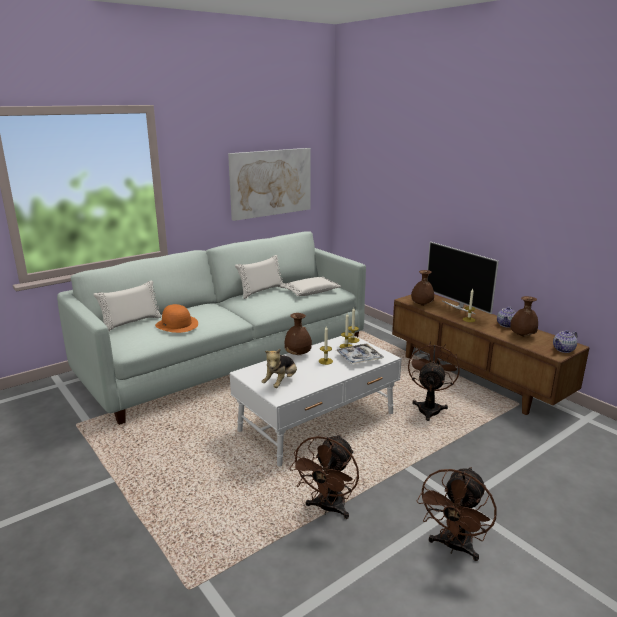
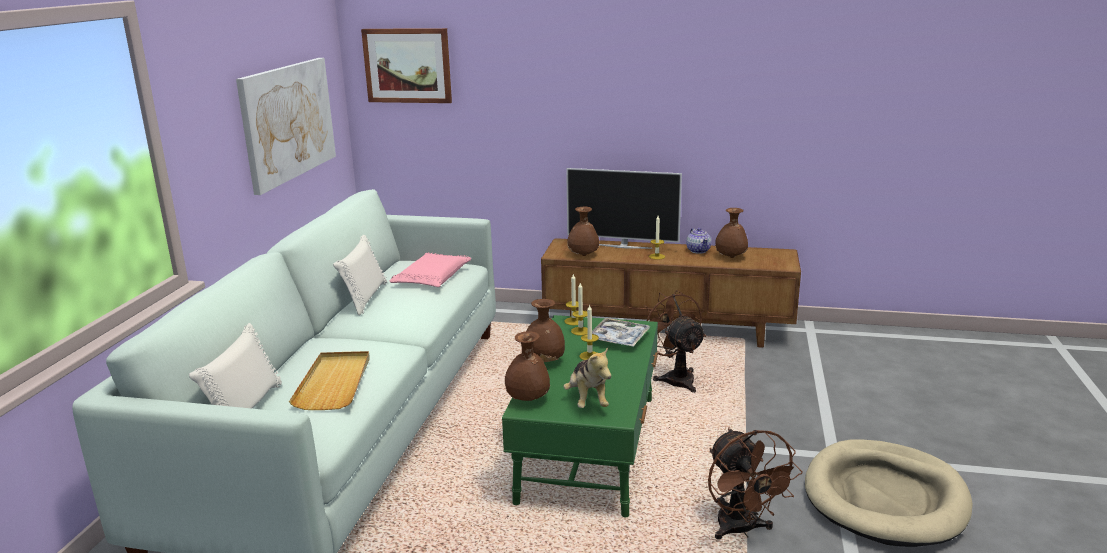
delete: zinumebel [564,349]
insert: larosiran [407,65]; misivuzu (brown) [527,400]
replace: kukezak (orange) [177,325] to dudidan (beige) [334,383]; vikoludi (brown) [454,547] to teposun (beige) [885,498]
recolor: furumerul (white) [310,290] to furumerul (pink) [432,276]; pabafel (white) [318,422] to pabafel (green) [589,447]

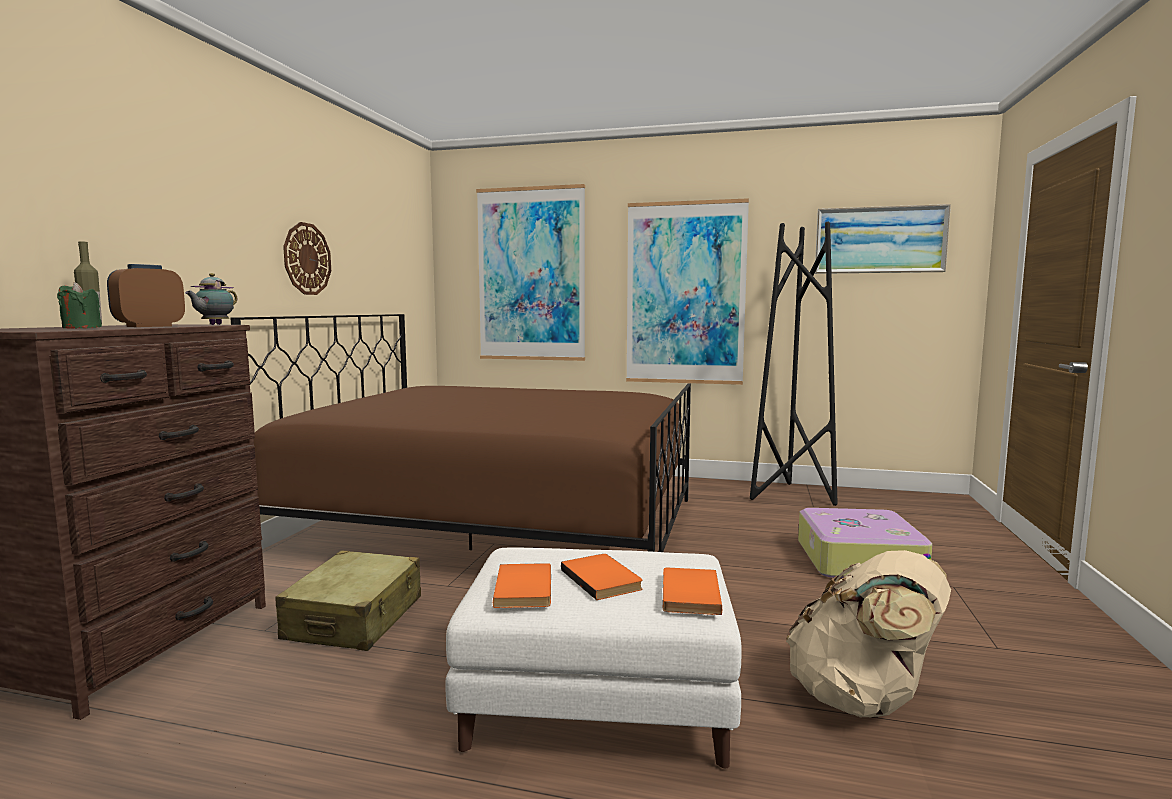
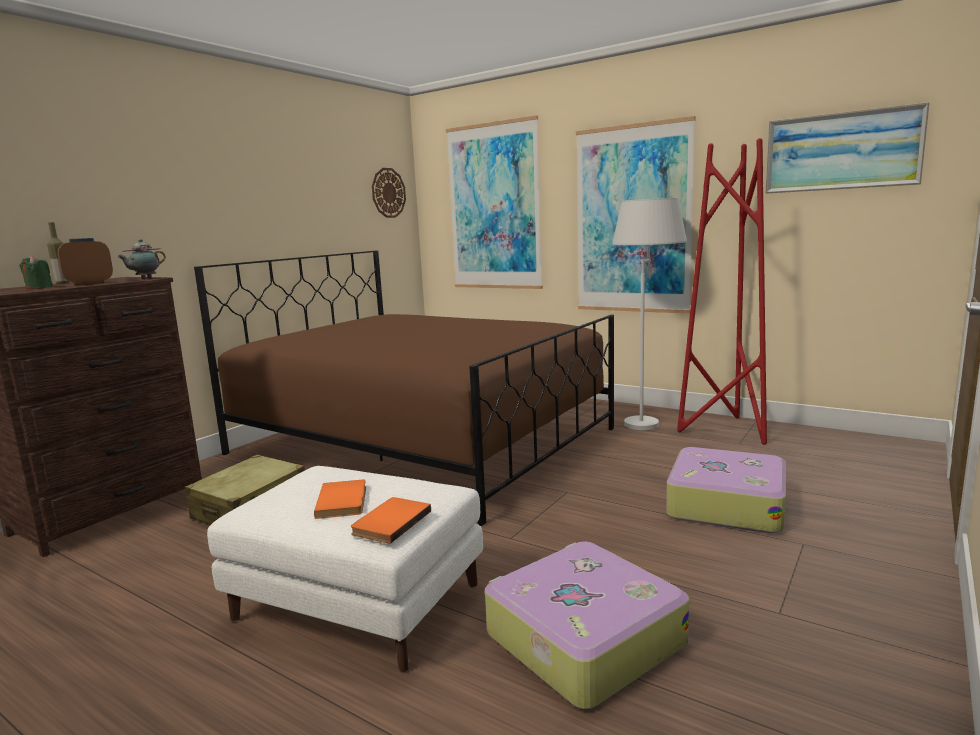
delete: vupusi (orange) [526,589]
insert: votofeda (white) [646,419]
move: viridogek [307,259] to [388,193]
replace: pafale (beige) [863,700] to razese [582,638]
recolor: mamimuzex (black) [792,496] to mamimuzex (red) [726,431]

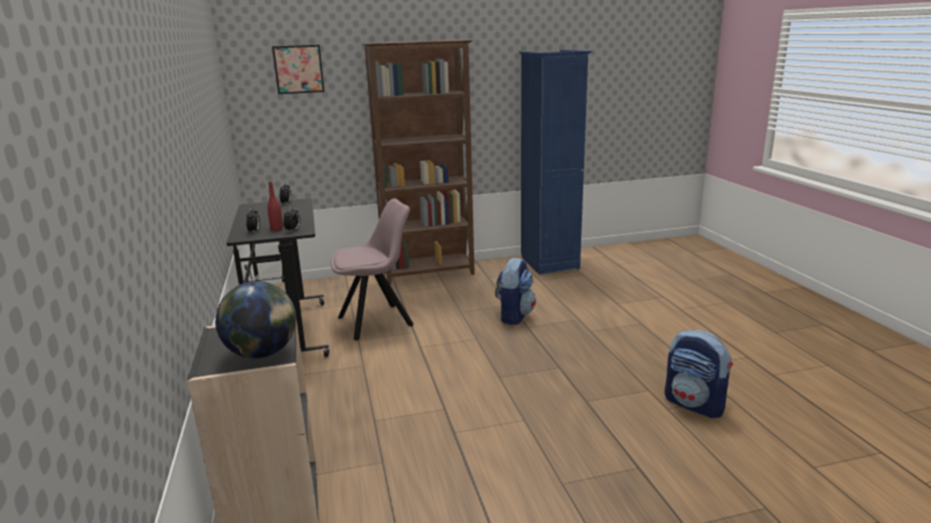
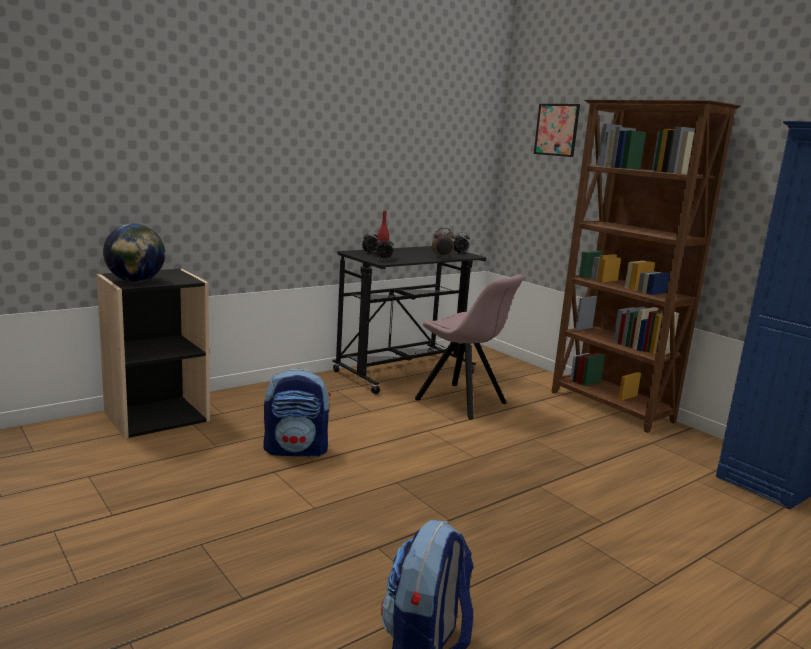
insert: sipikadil [442,257]
move: pafale [514,316] to [296,450]

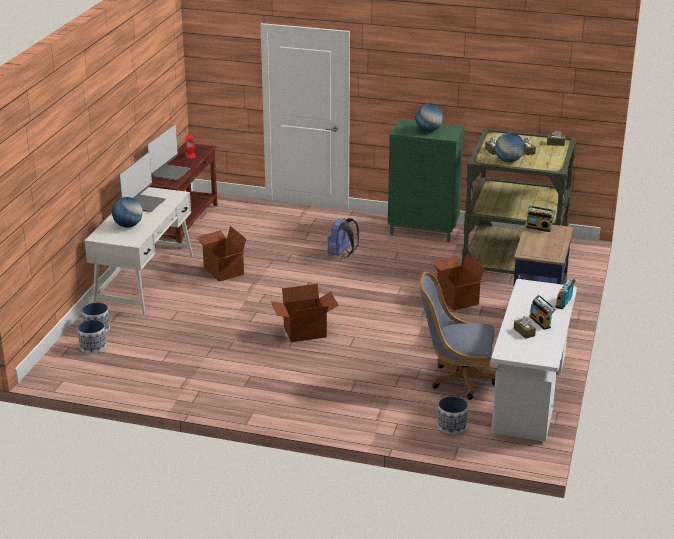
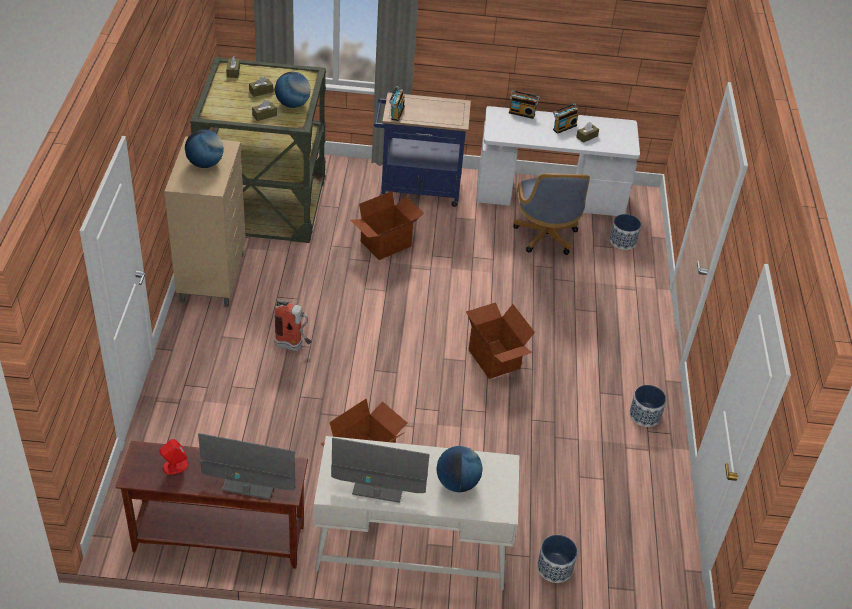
move: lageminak [93,346] to [644,415]
replace: pafale (blue) [342,254] to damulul [293,346]
recolor: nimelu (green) [424,230] to nimelu (beige) [212,277]

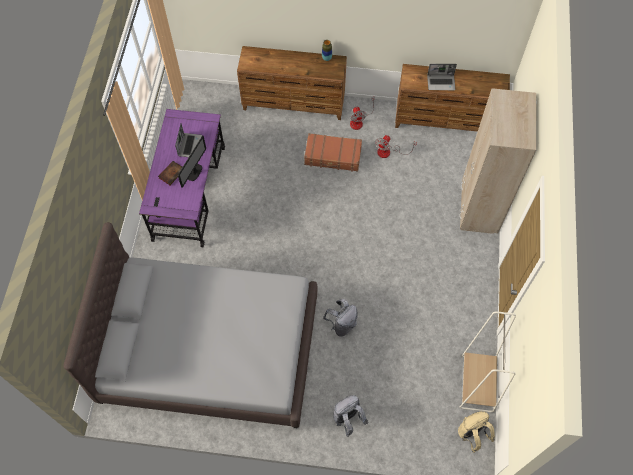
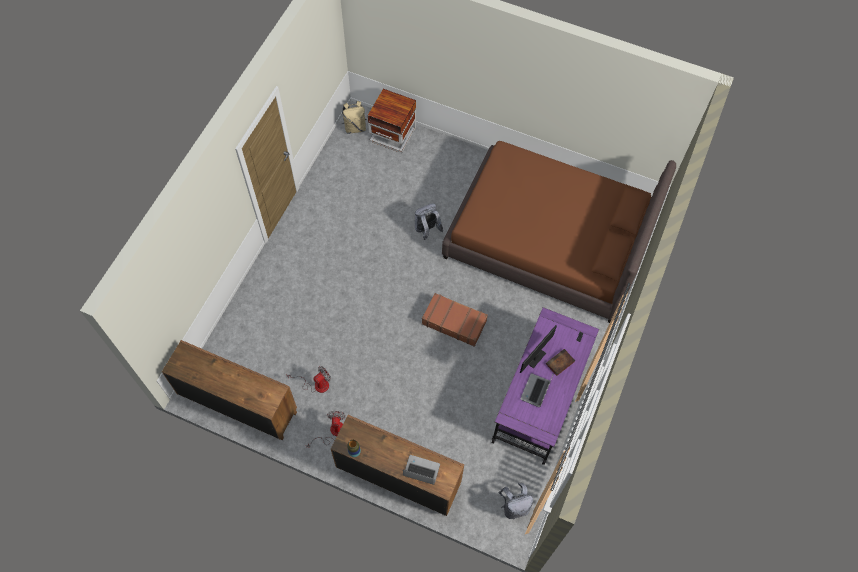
delete: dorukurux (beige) [478,208]; mamimuzex [477,384]
insert: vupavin [392,134]
move: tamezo [441,83] to [421,470]; razese (brown) [333,156] to [454,322]; pafale (grey) [348,419] to [514,506]
recolor: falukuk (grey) [210,348] to falukuk (brown) [547,241]

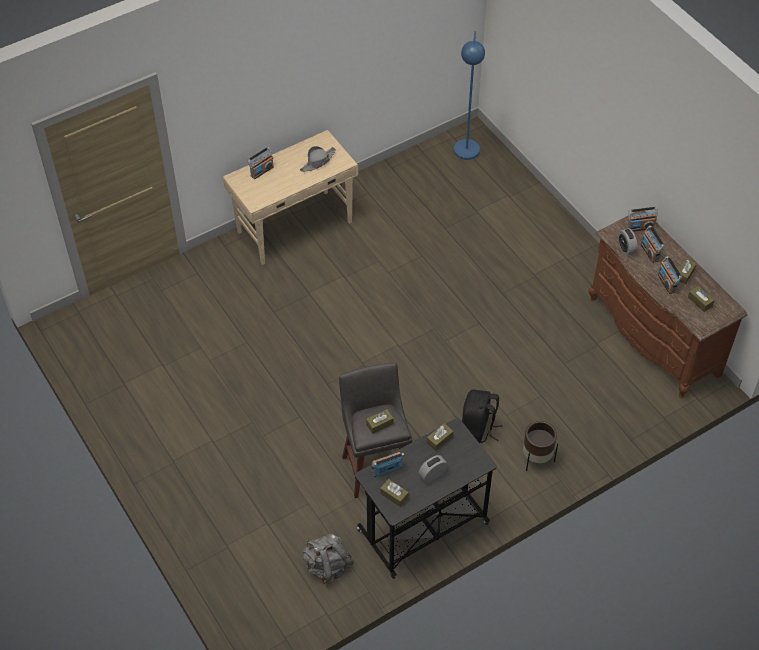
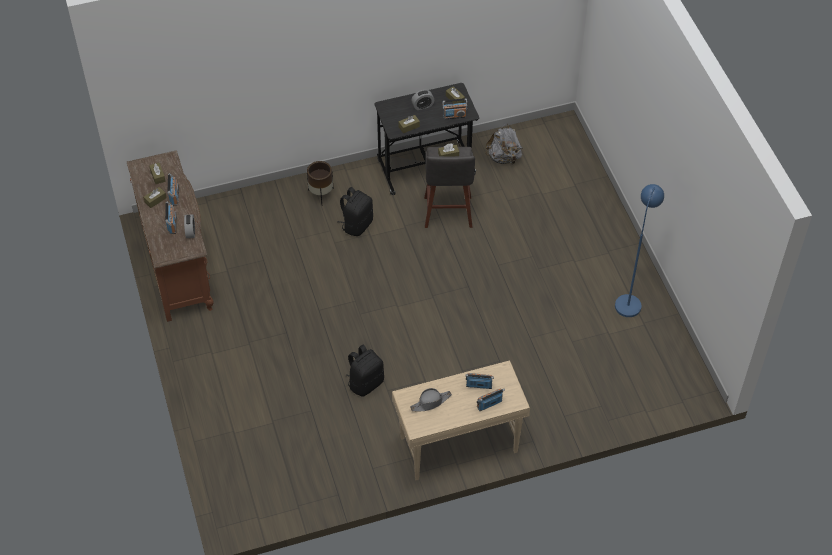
insert: pafale (black) [365,383]
move: votofeda (blue) [466,156] to [630,300]; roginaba [640,227] to [479,385]

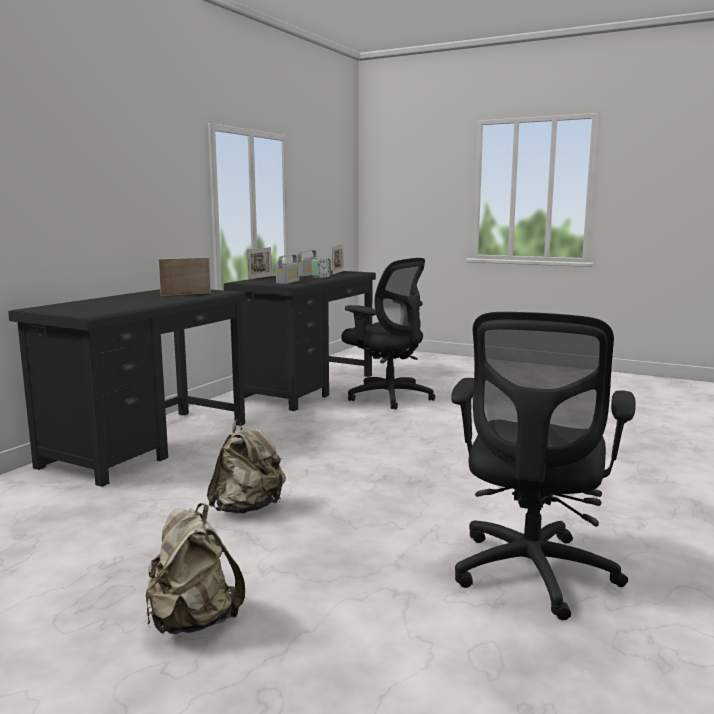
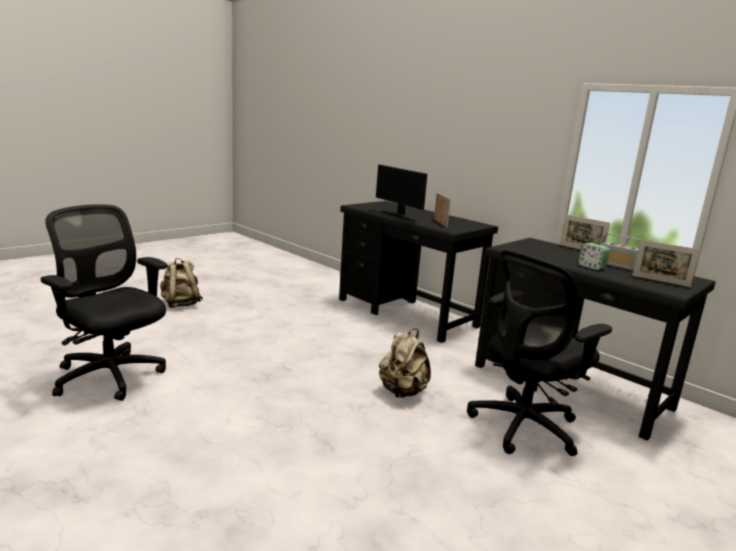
delete: roginaba [288,282]
insert: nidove [399,216]
move: pafale (beige) [247,508] to [402,392]

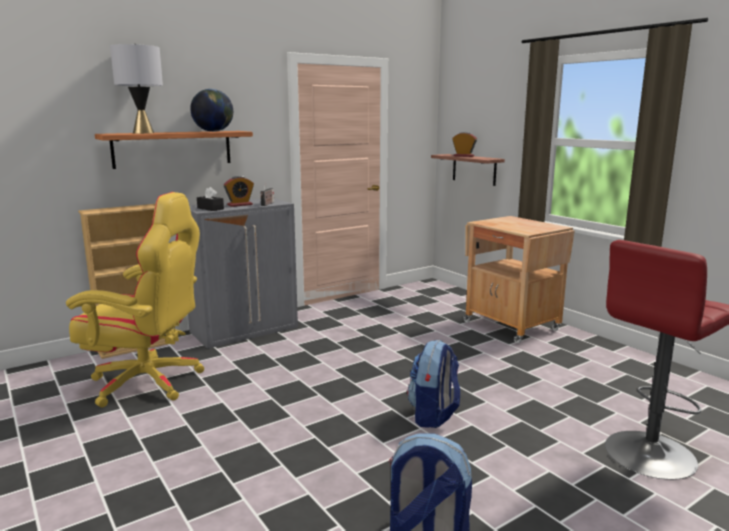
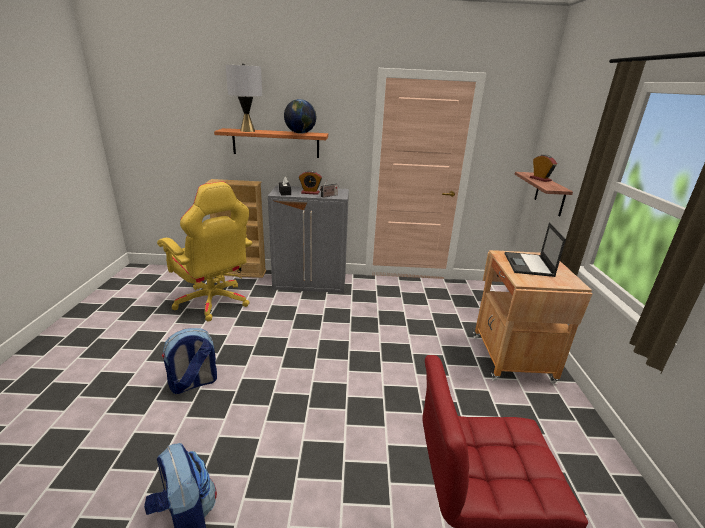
insert: tamezo [529,265]
move: pafale [433,415] to [193,383]

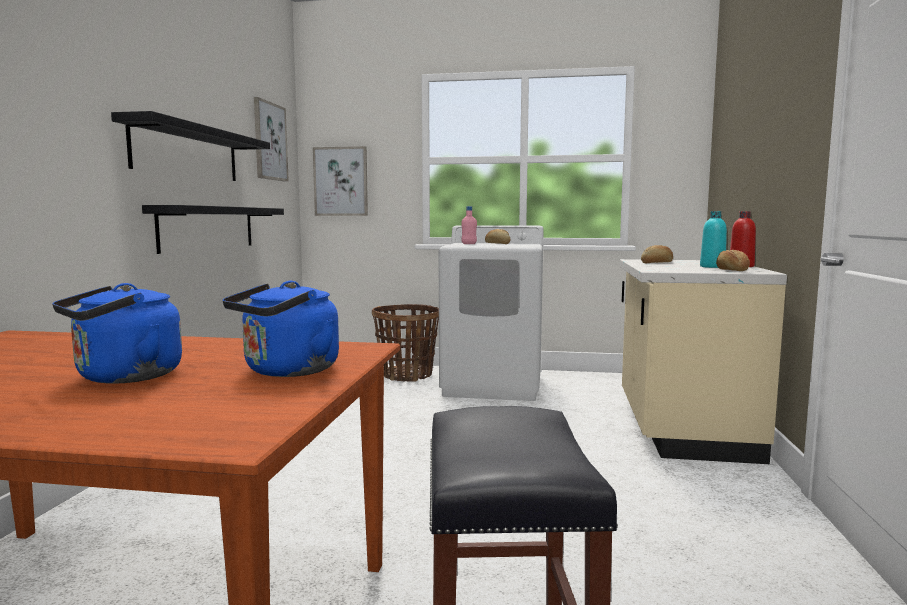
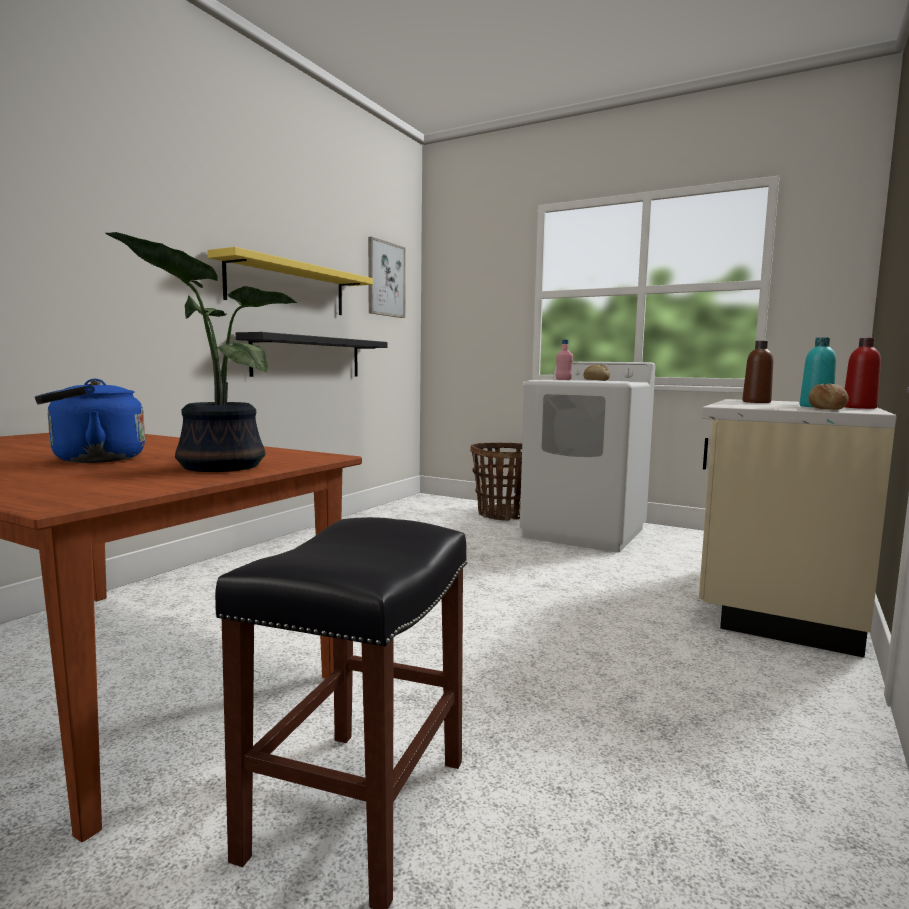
delete: larosiran [341,181]
replace: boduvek [657,263] to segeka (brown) [756,402]; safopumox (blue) [287,371] to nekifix [215,466]
recolor: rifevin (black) [187,153] to rifevin (yellow) [288,287]

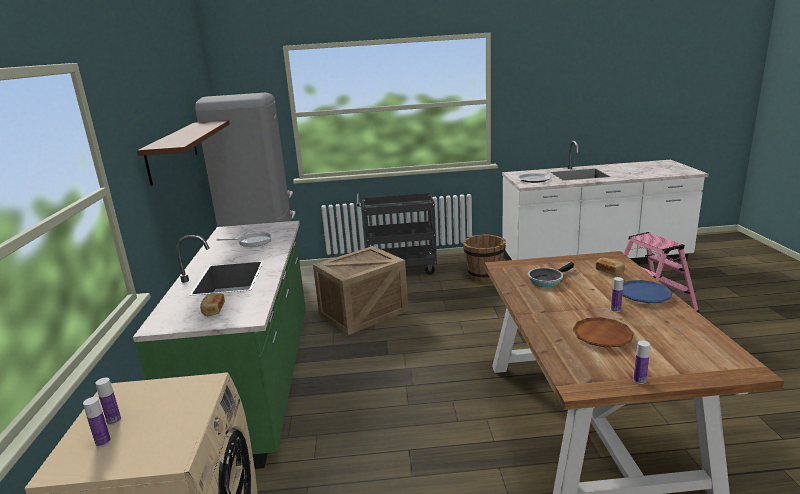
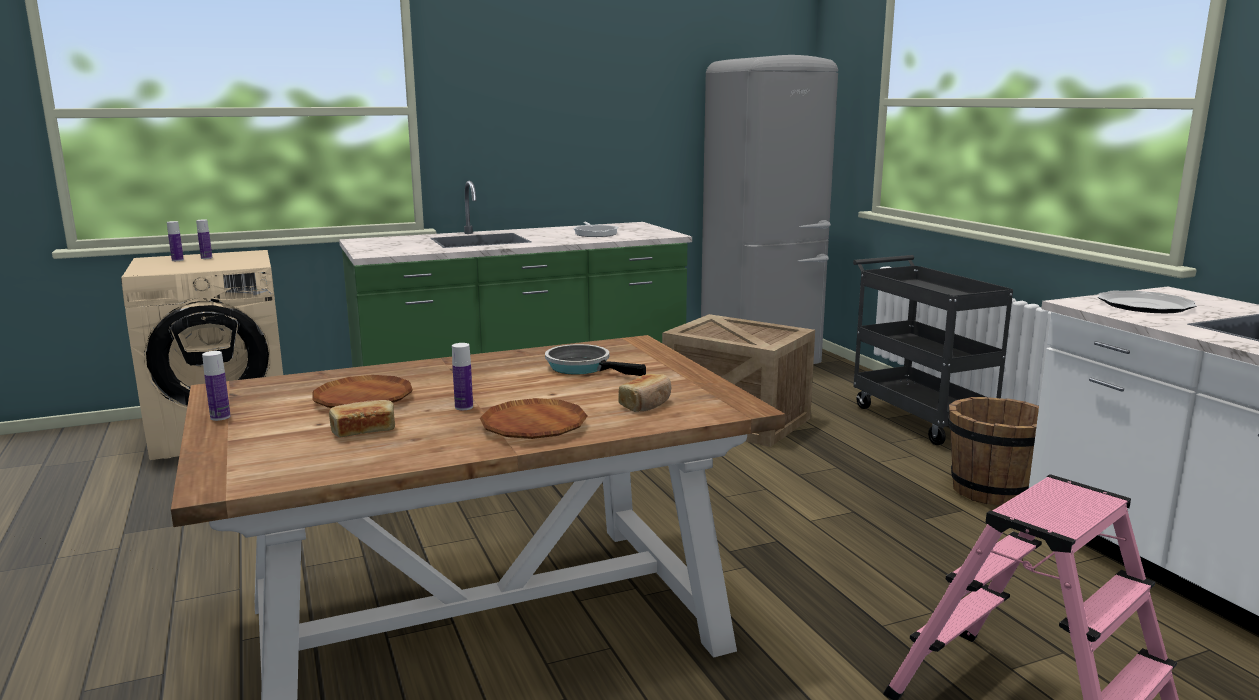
delete: rifevin (brown) [172,151]
move: boduvek [213,310] to [364,431]
recolor: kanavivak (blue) [644,295] to kanavivak (brown) [534,426]

